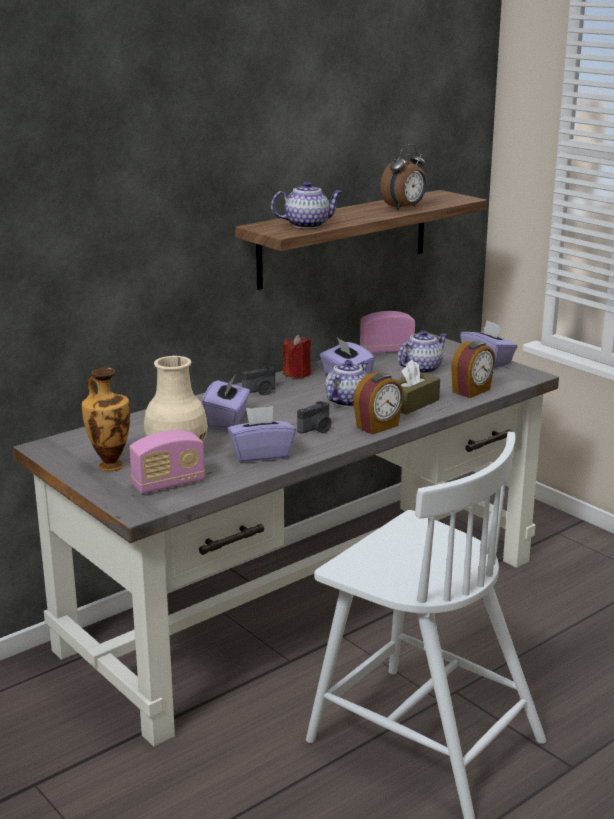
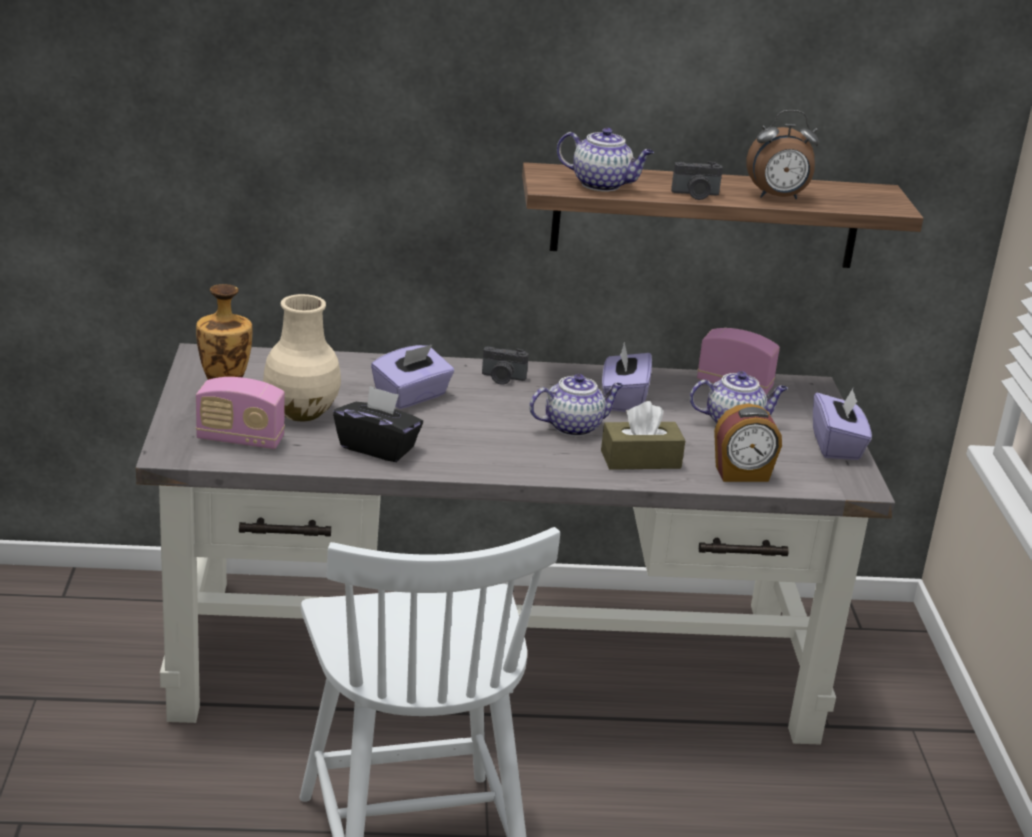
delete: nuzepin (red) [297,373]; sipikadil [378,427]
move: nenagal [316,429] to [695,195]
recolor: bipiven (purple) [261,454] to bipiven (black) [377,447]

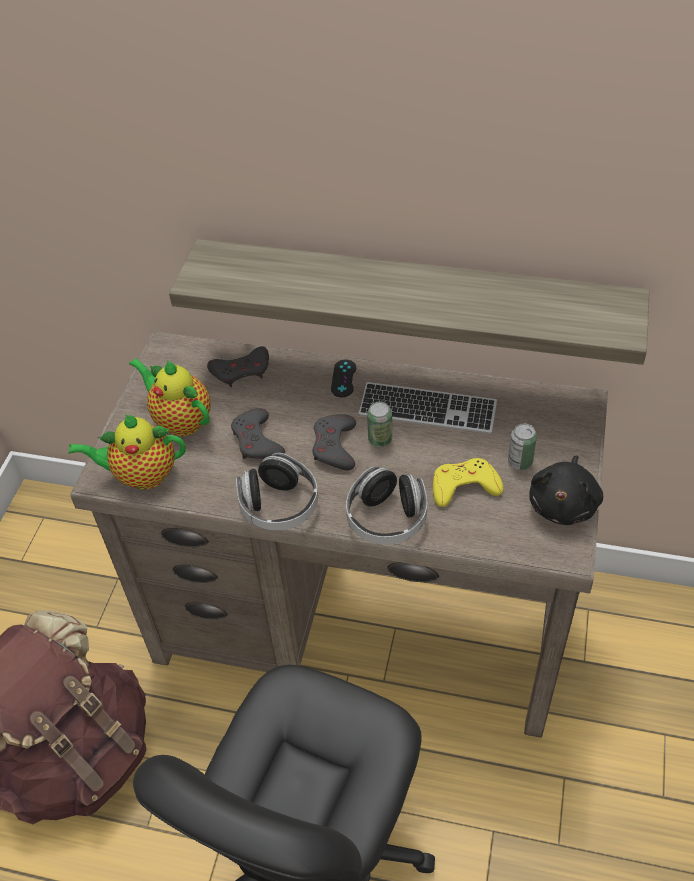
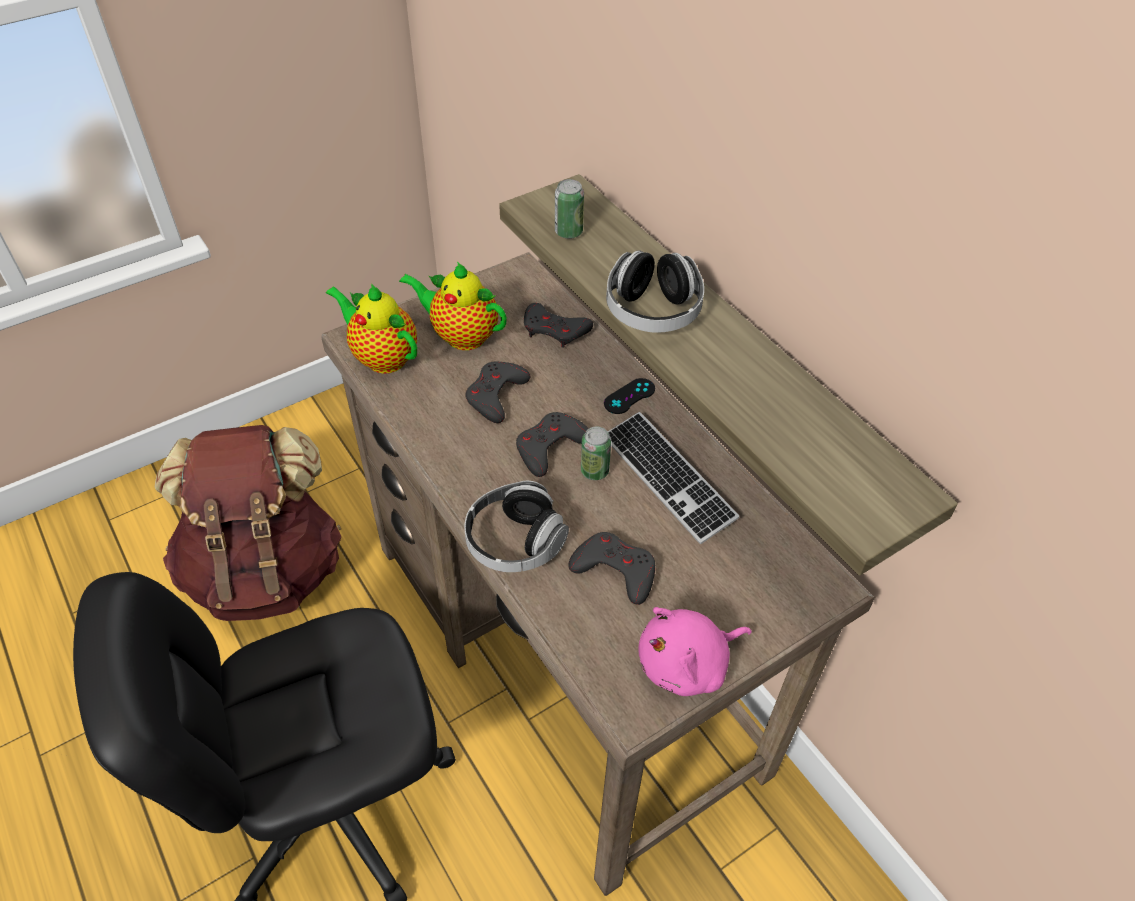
move: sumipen [520,462] to [568,232]; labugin [279,506] to [652,312]
recolor: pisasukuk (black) [564,504] to pisasukuk (pink) [687,664]; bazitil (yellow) [464,486] to bazitil (grey) [615,570]
rotate: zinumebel [180,420] = [461,335] 60 degrees counterclockwise

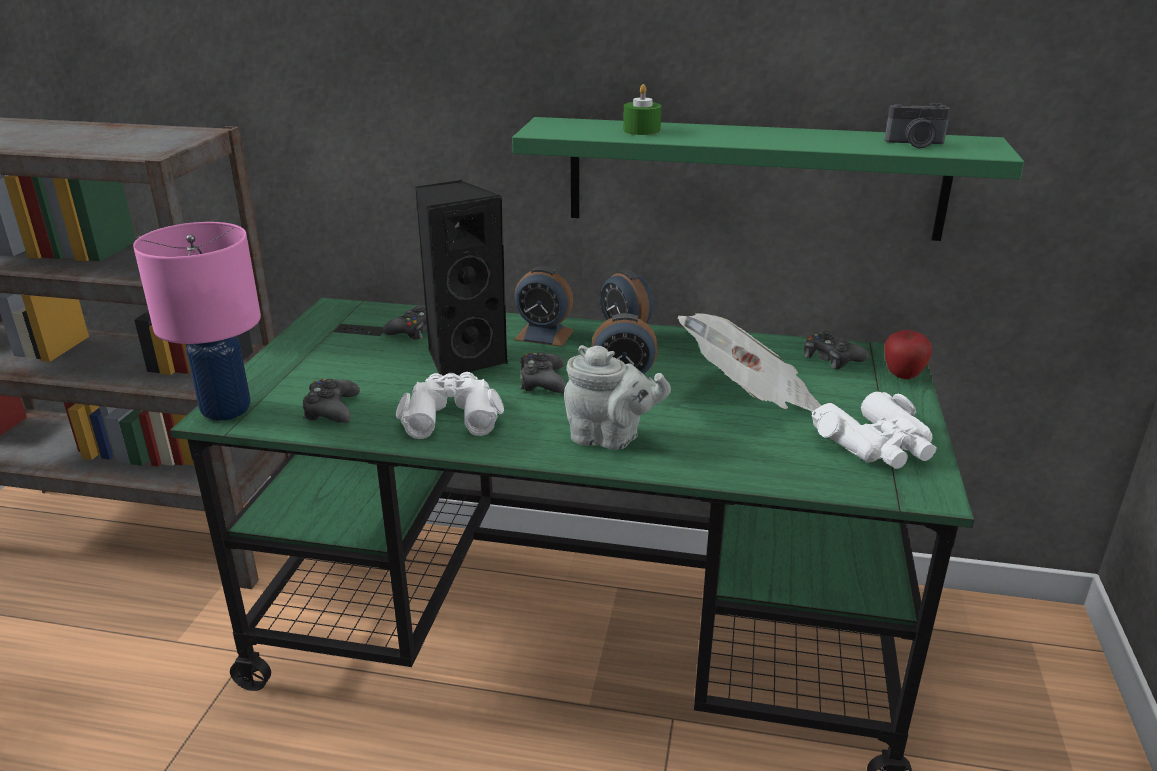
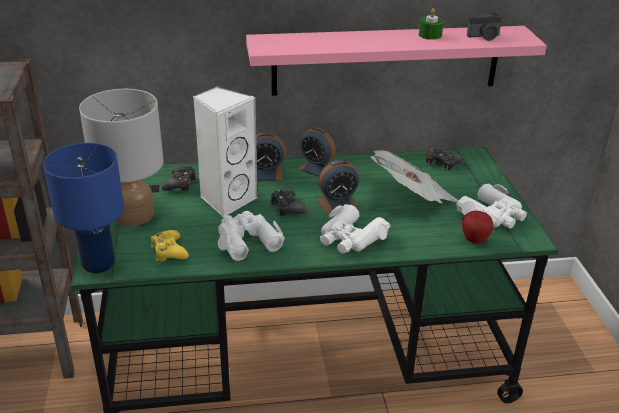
insert: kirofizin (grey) [133,215]
move: nuzepin (green) [641,130] to [430,35]; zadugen [902,376] to [474,240]
replace: zinumebel (grey) [610,438] to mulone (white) [350,238]
recolor: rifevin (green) [754,178] to rifevin (pink) [386,60]; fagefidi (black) [463,358] to fagefidi (white) [227,199]; kirofizin (pink) [225,409] to kirofizin (blue) [97,264]; bazitil (black) [331,410] to bazitil (yellow) [169,251]

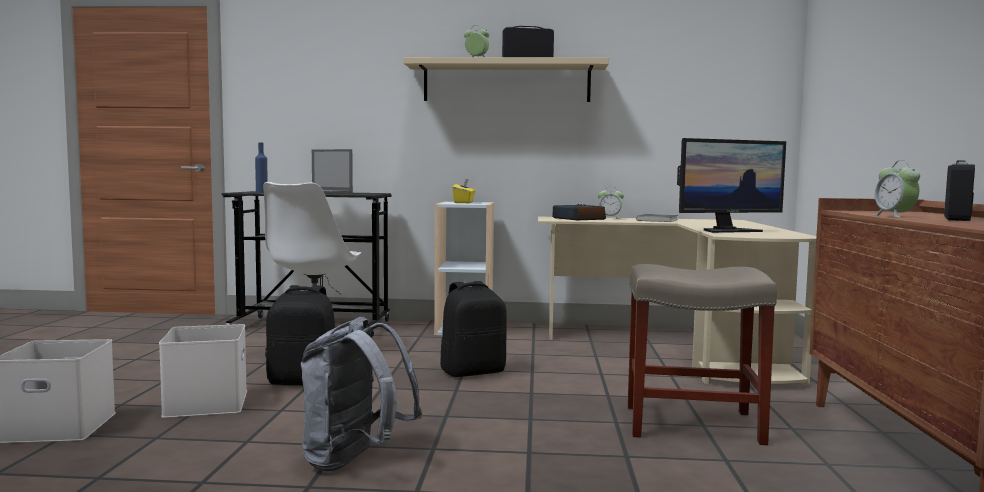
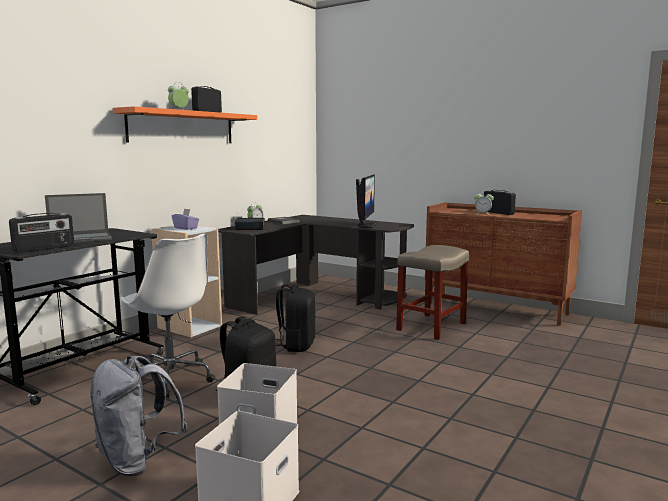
move: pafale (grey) [355,461] to [137,461]
replace: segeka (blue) [261,192] to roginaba [44,248]
recolor: rifevin (beige) [506,82] to rifevin (orange) [182,127]; bipiven (yellow) [464,202] to bipiven (purple) [186,228]; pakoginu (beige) [678,347] to pakoginu (black) [315,296]

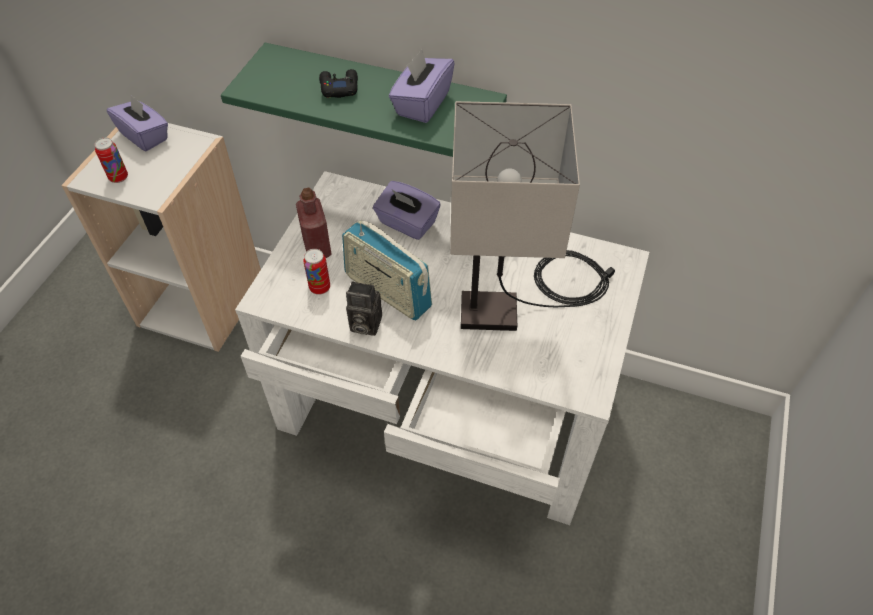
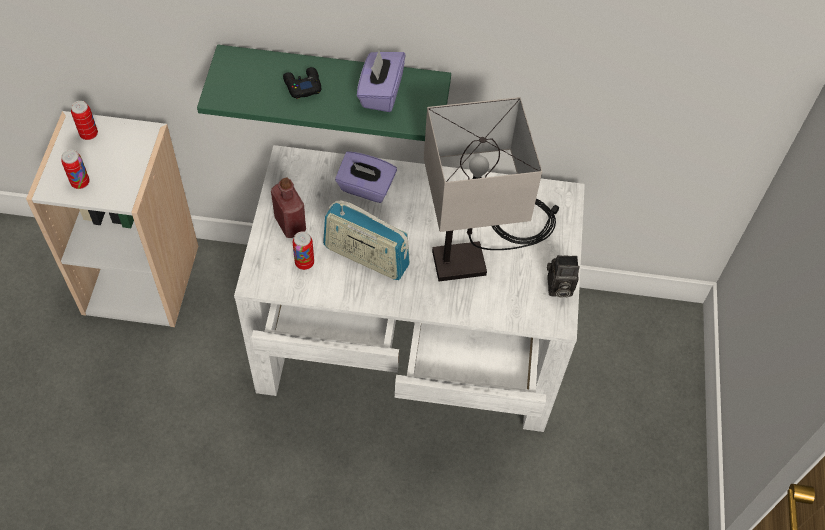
move: nenagal [363,324] to [558,288]
replace: bipiven (purple) [145,136] to sumipen [89,134]

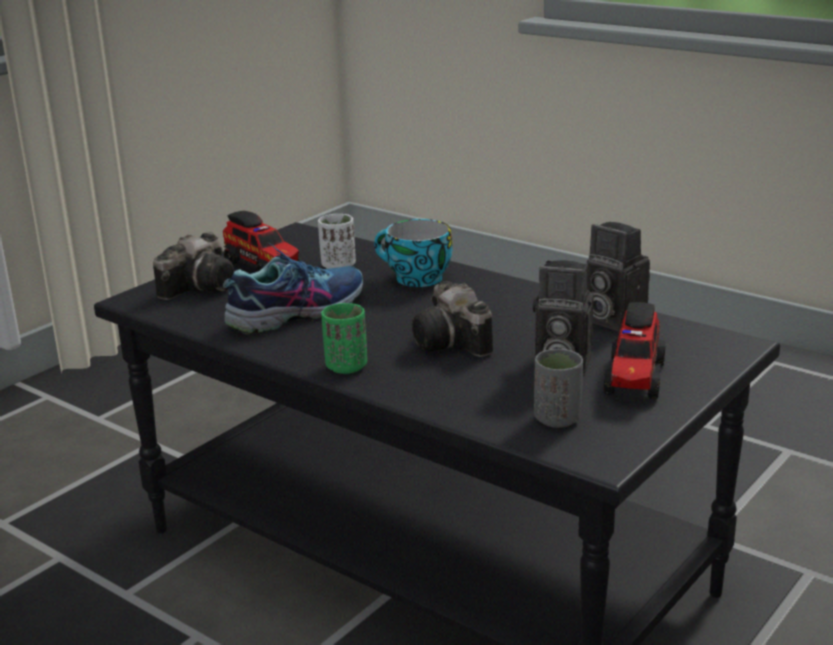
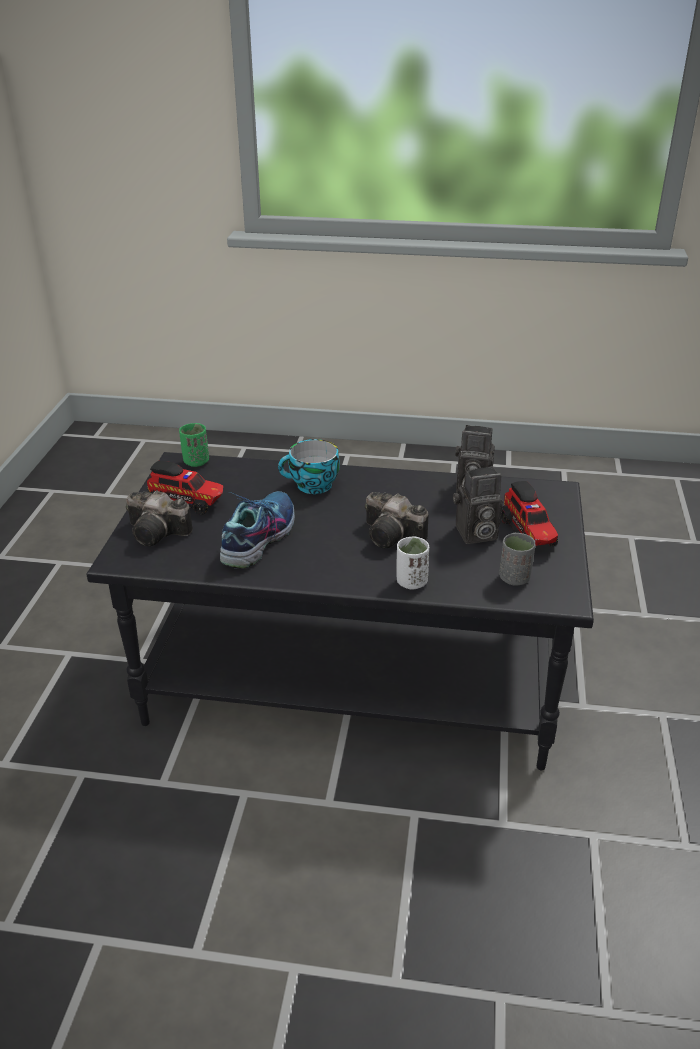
move: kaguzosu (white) [338,266] to [411,582]; kaguzosu (green) [346,366] to [196,462]
rotate: nenagal [202,286] = [159,533] 105 degrees clockwise

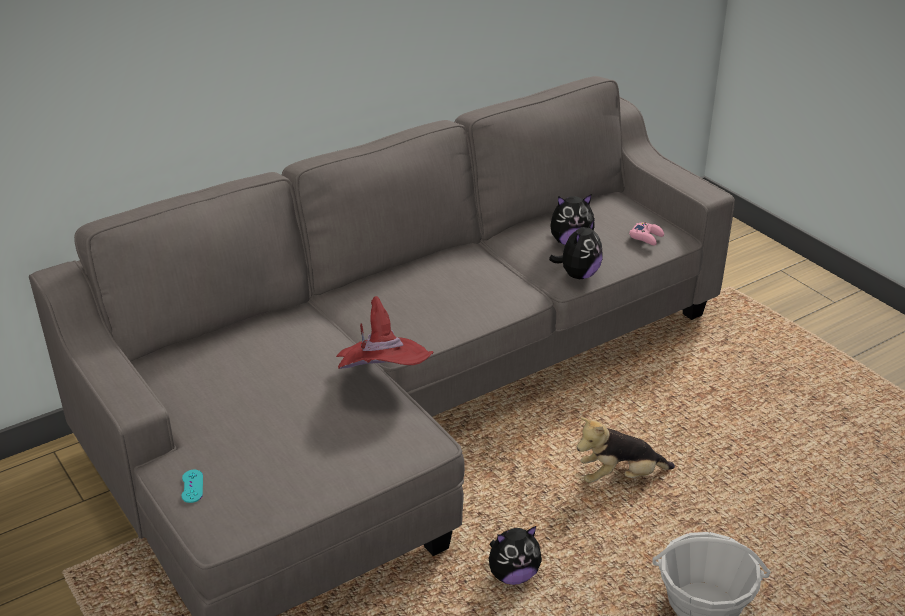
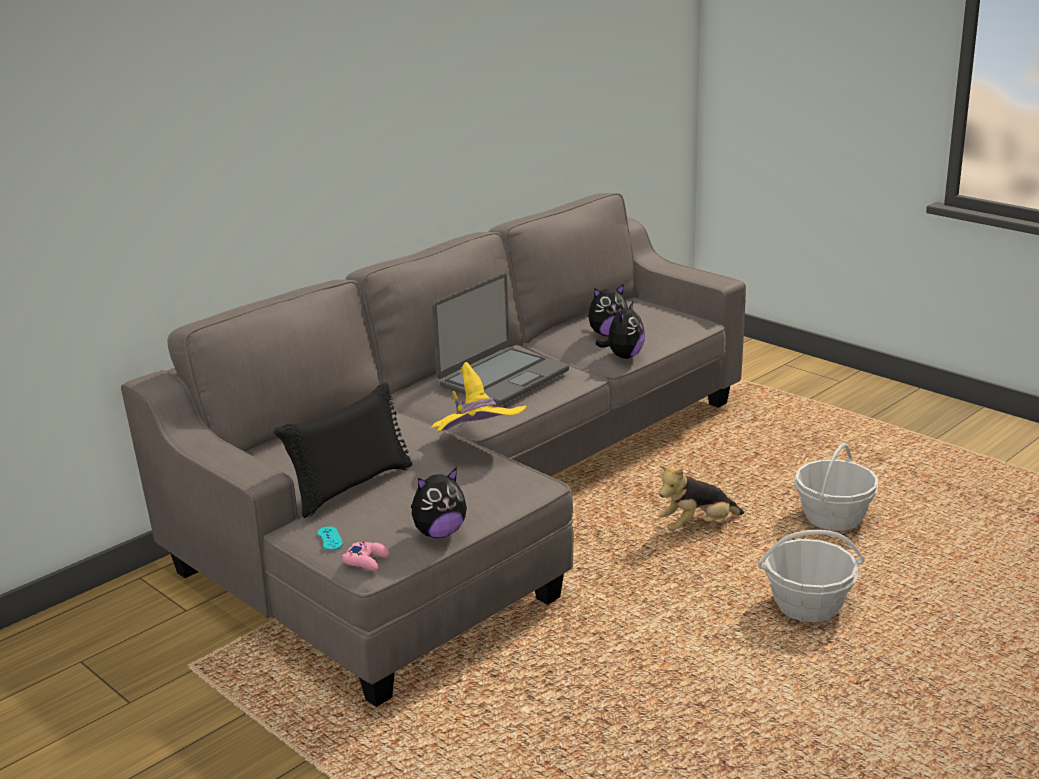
insert: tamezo [502,378]; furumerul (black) [350,487]; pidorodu [833,519]
move: bazitil (pink) [646,237] to [367,561]; pisasukuk [513,575] to [439,533]
recolor: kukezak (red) [383,381] to kukezak (yellow) [477,446]

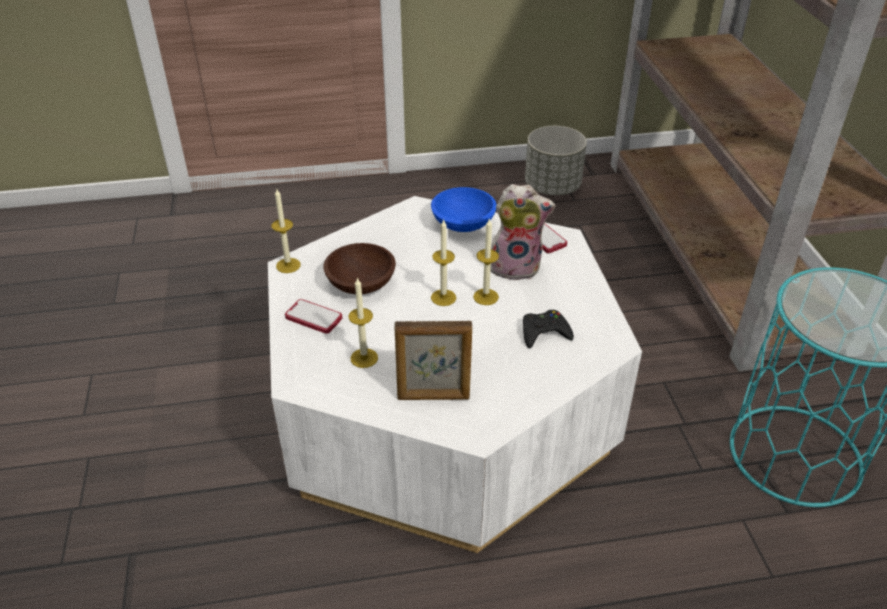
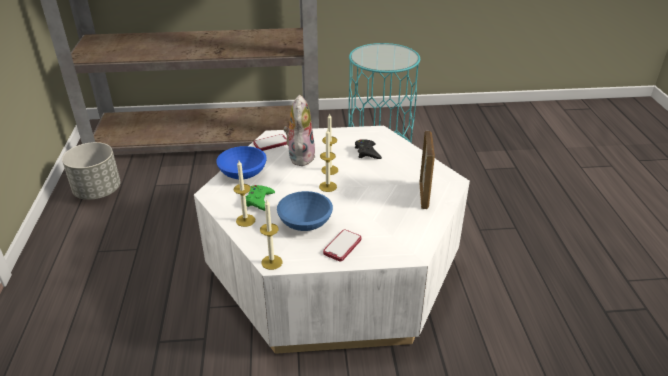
insert: bazitil (green) [259,201]
move: nuzepin [364,358] to [245,220]
recolor: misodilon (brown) [361,283] to misodilon (blue) [304,222]

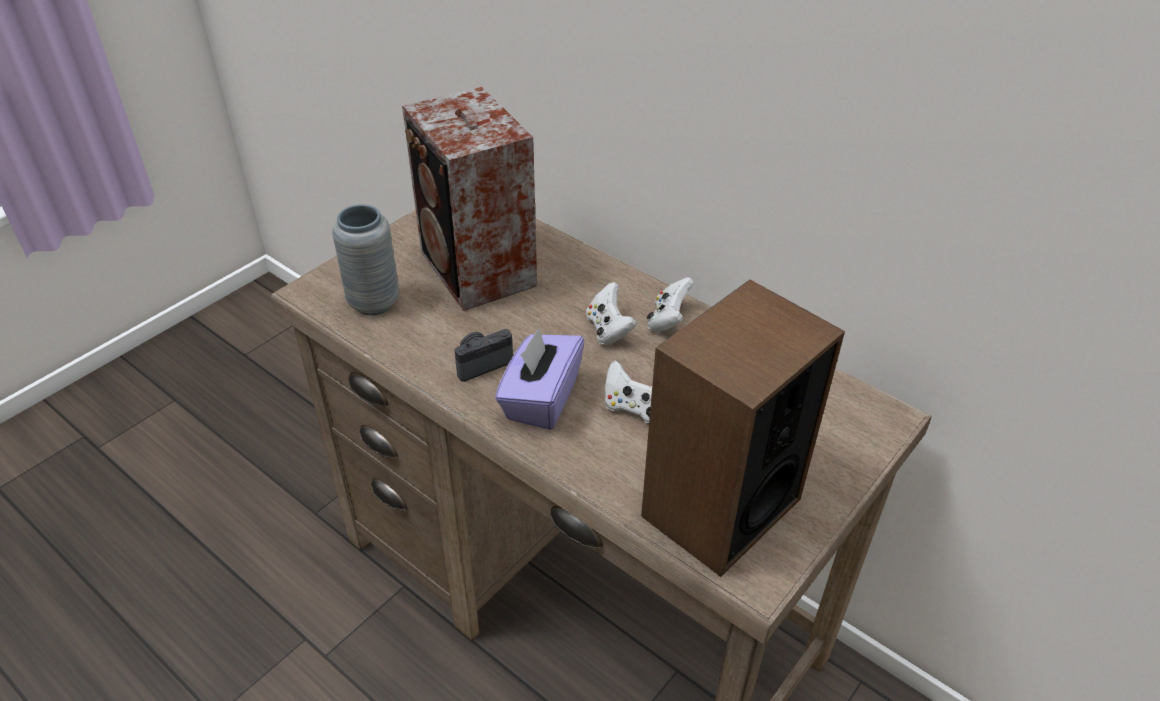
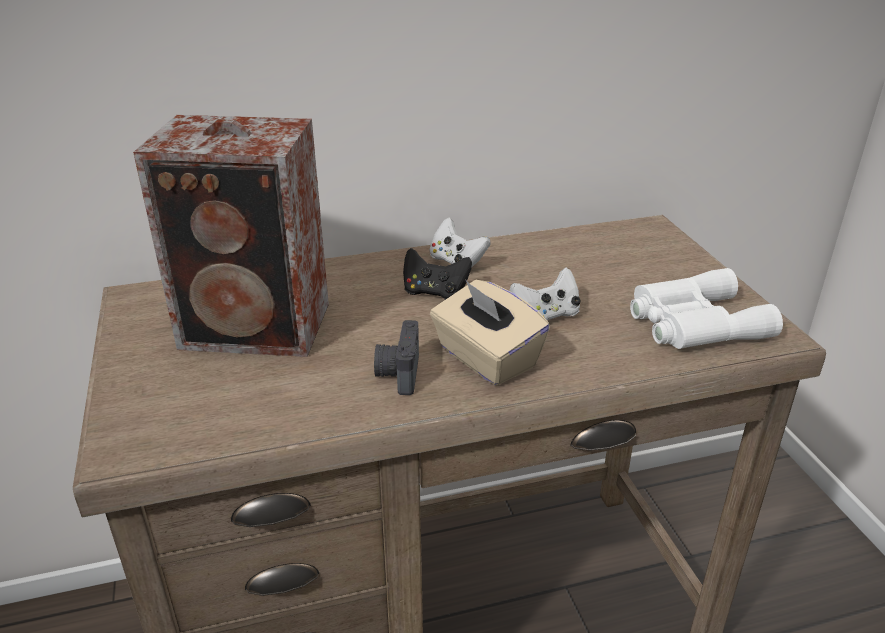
delete: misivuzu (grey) [374,302]
replace: fagefidi [720,507] to mulone (white) [693,322]
recolor: bazitil (white) [608,330] to bazitil (black) [435,292]; bipiven (purple) [540,399] to bipiven (beige) [486,358]

